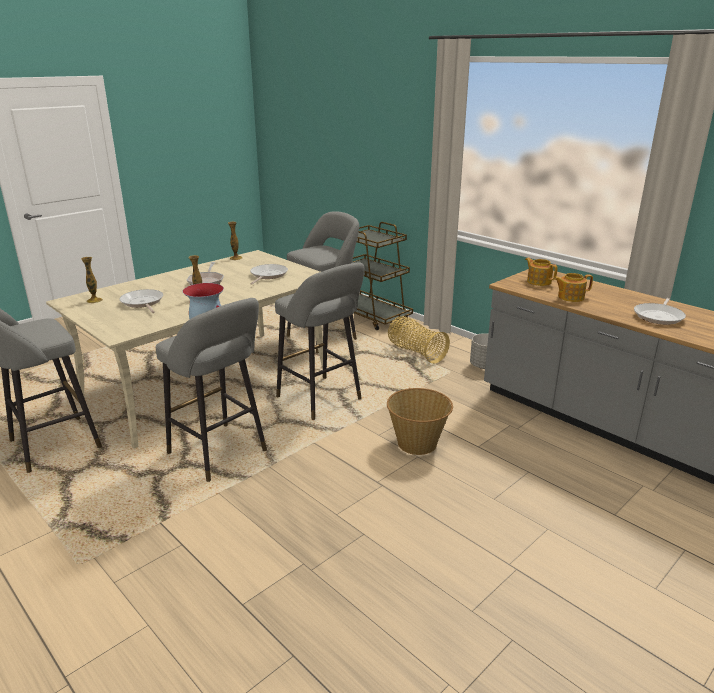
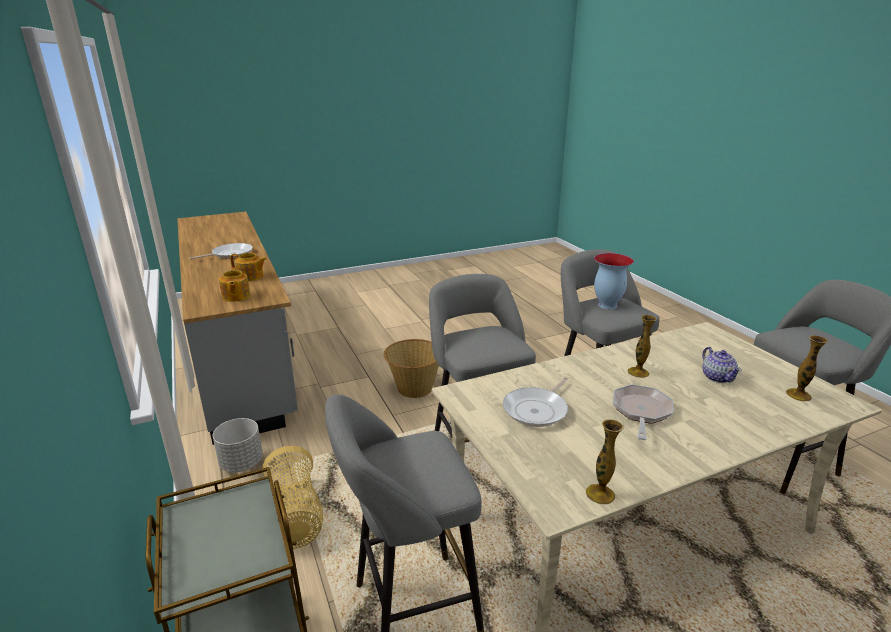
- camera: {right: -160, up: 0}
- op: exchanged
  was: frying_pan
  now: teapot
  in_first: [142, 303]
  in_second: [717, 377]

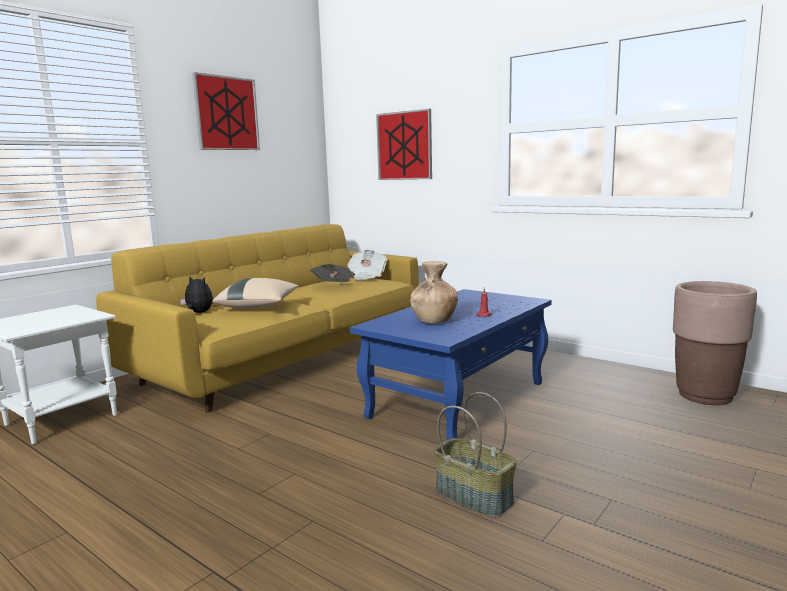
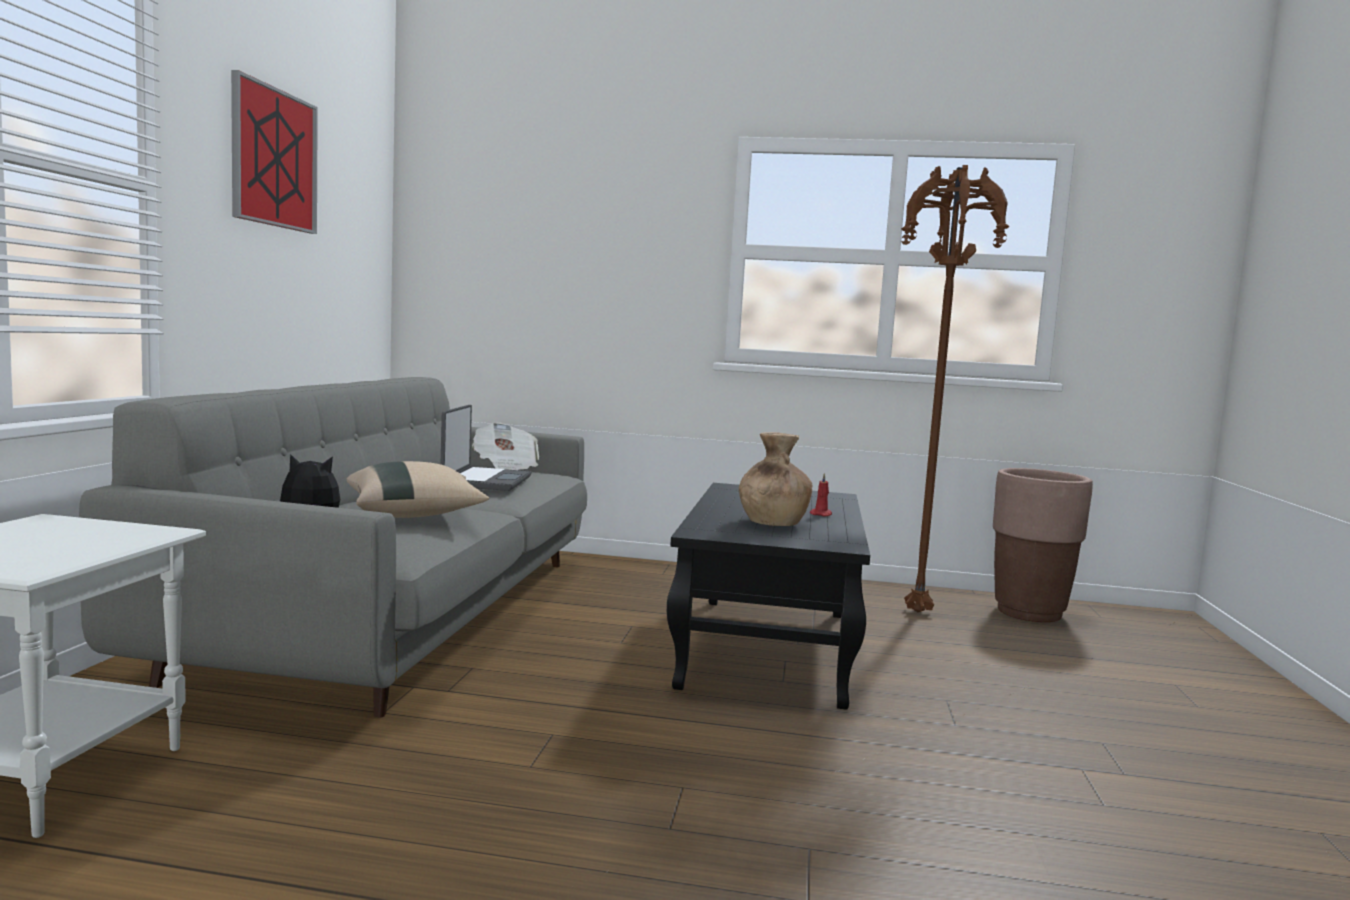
- camera: {right: -30, up: -5}
- op: missing
  was: picture
  in_first: [404, 146]
- op: colour
  was: yellow_sofa
  now: grey_sofa
  in_first: [286, 358]
  in_second: [405, 612]
- op: exchanged
  was: newspaper
  now: laptop
  in_first: [334, 286]
  in_second: [485, 481]
- op: colour
  was: blue_coffee_table
  now: black_coffee_table
  in_first: [459, 399]
  in_second: [767, 646]
- op: missing
  was: basket
  in_first: [475, 497]
- op: appeared
  now: brown_floor_lamp
  in_second: [918, 613]

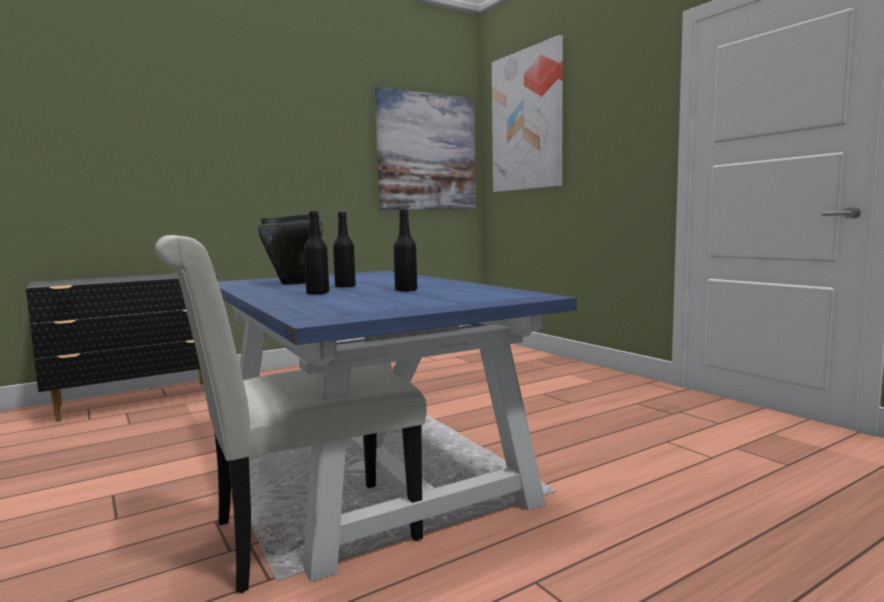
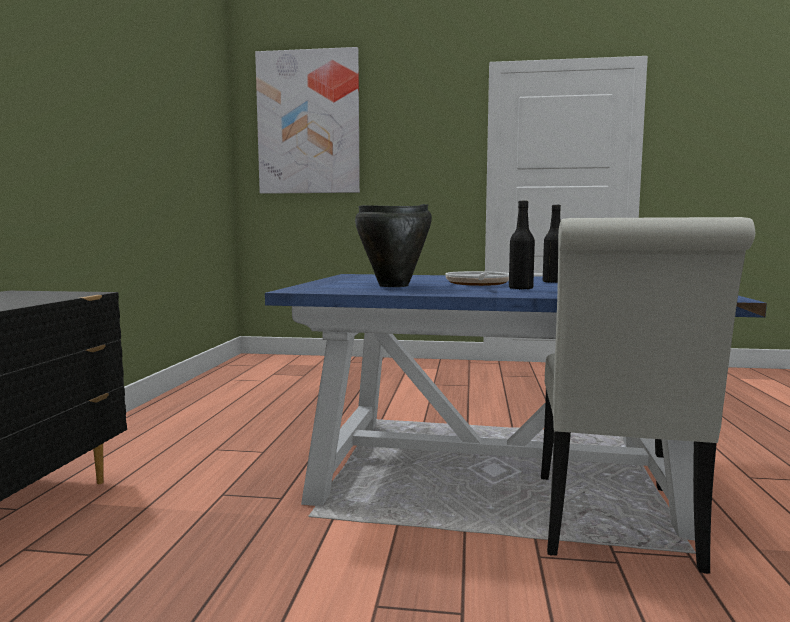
- camera: {right: -50, up: 0}
- op: missing
  was: picture
  in_first: [427, 152]
- op: exchanged
  was: black_bottle
  now: frying_pan
  in_first: [345, 287]
  in_second: [477, 284]

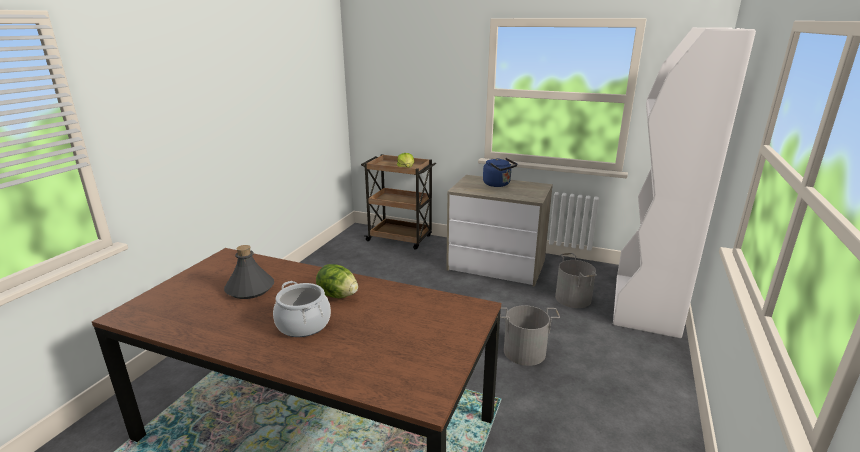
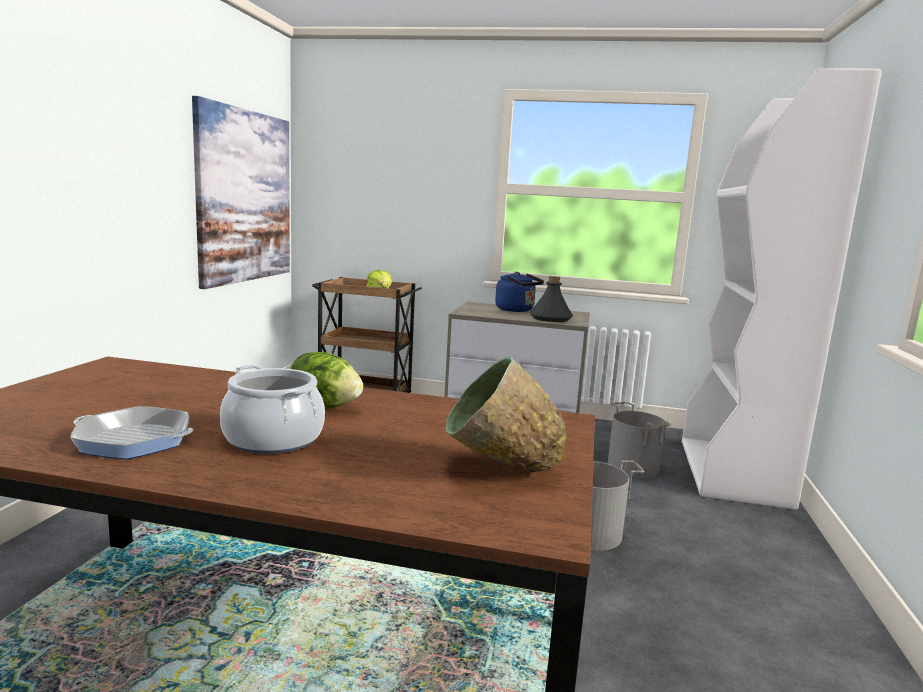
- camera: {right: -10, up: -10}
- op: relocated
  was: grey_bottle
  in_first: [250, 289]
  in_second: [551, 318]
- op: appeared
  now: picture
  in_second: [245, 197]
- op: appeared
  now: green_bowl
  in_second: [498, 473]
- op: appeared
  now: frying_pan
  in_second: [134, 440]

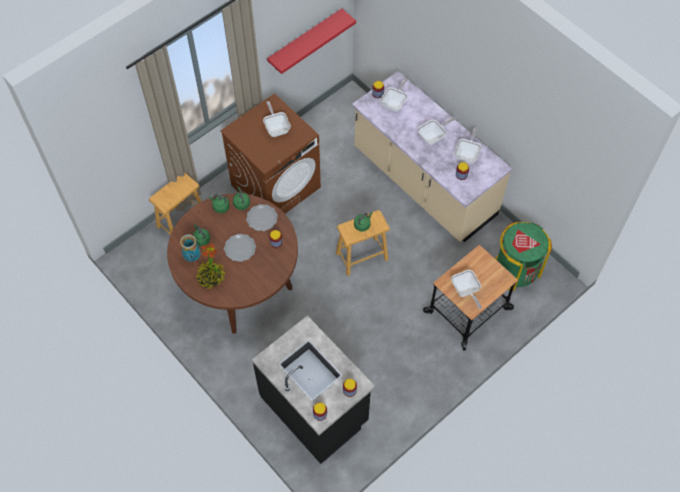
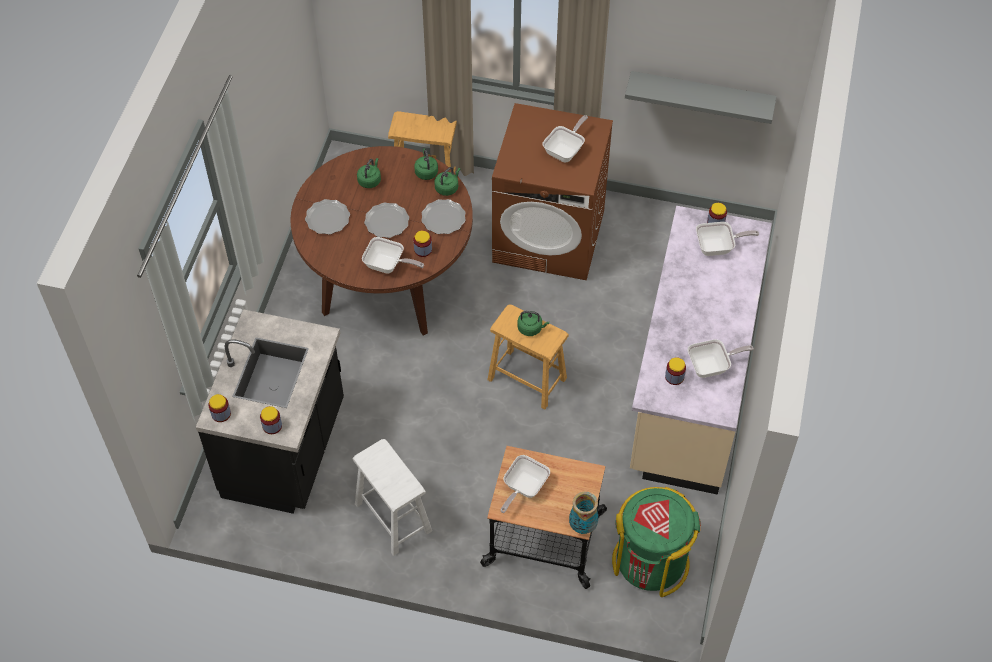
- camera: {right: 55, up: -5}
- op: colour
  was: red_shelf
  now: grey_shelf
  in_first: [305, 40]
  in_second: [701, 95]
- op: relocated
  was: frying_pan
  in_first: [433, 137]
  in_second: [388, 265]
- op: relocated
  was: vase
  in_first: [192, 257]
  in_second: [582, 526]
- op: exchanged
  was: potted_plant
  now: plate
  in_first: [211, 278]
  in_second: [327, 218]
- op: appeared
  now: white_stool
  in_second: [393, 517]

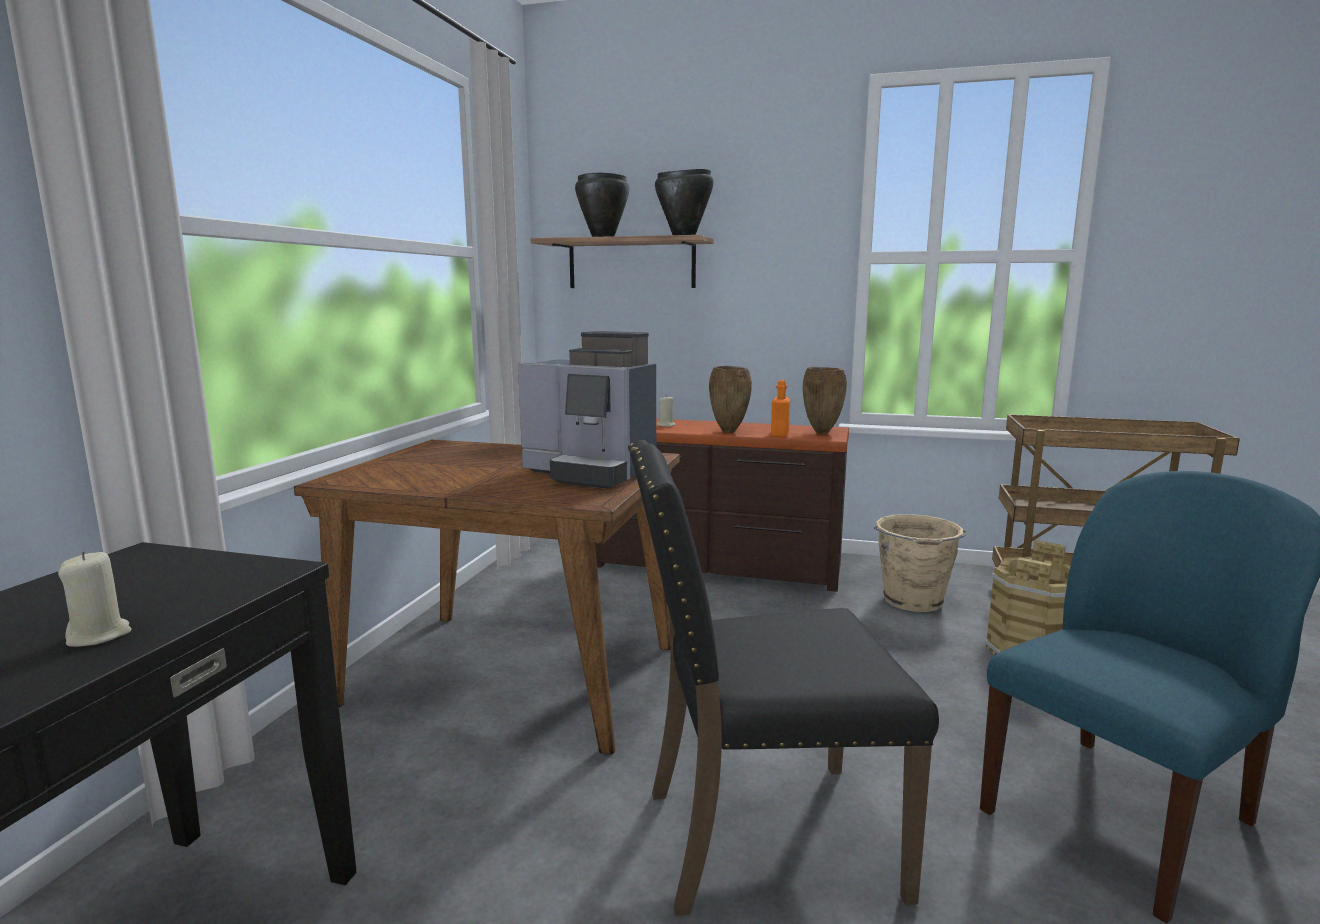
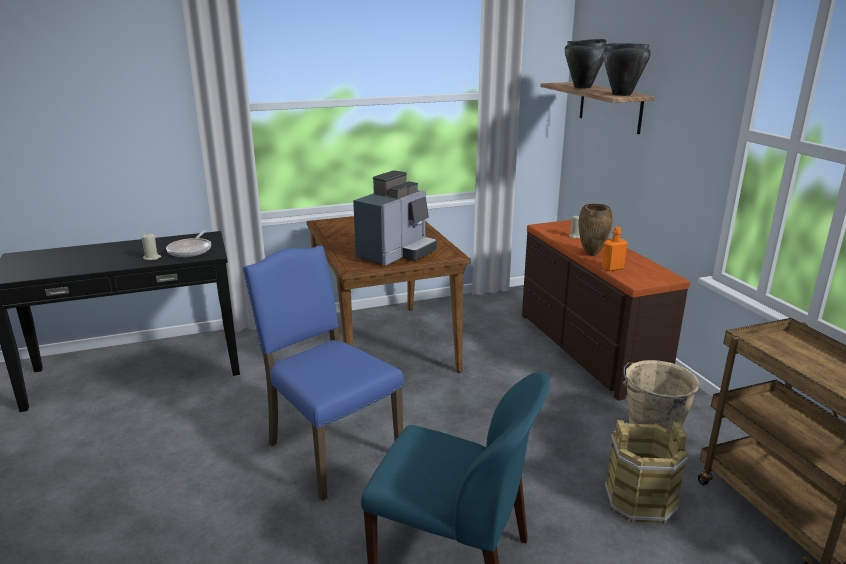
- camera: {right: 55, up: 10}
- op: spun
  was: coffee_machine
  in_first: [591, 473]
  in_second: [397, 254]
  clockwise: -135
- op: missing
  was: brown_vase
  in_first: [822, 433]
- op: colour
  was: black_chair
  now: blue_chair
  in_first: [762, 838]
  in_second: [330, 449]
- op: appeared
  now: frying_pan
  in_second: [191, 250]

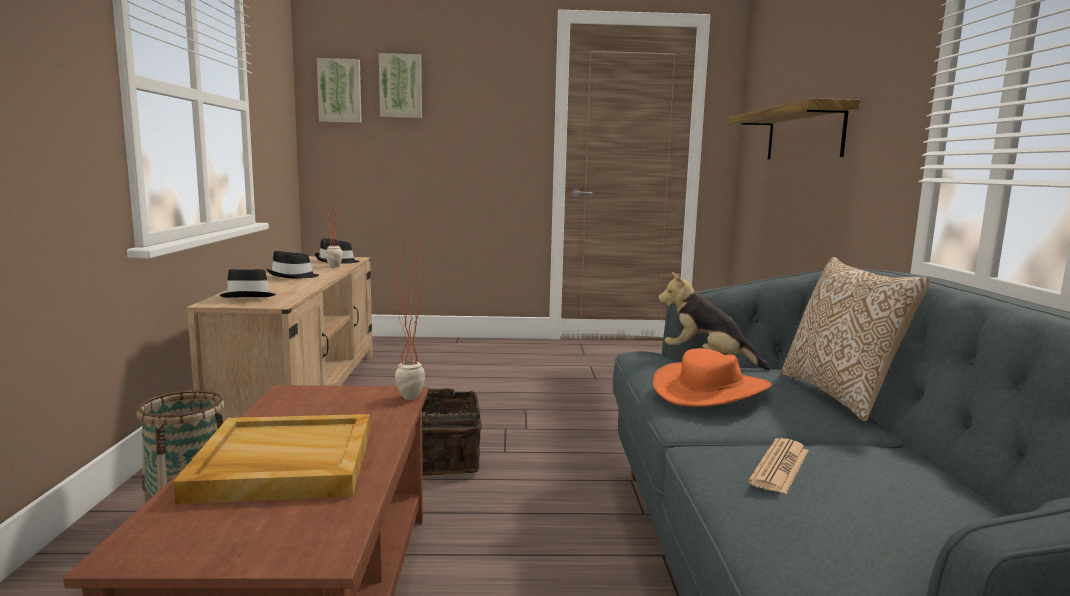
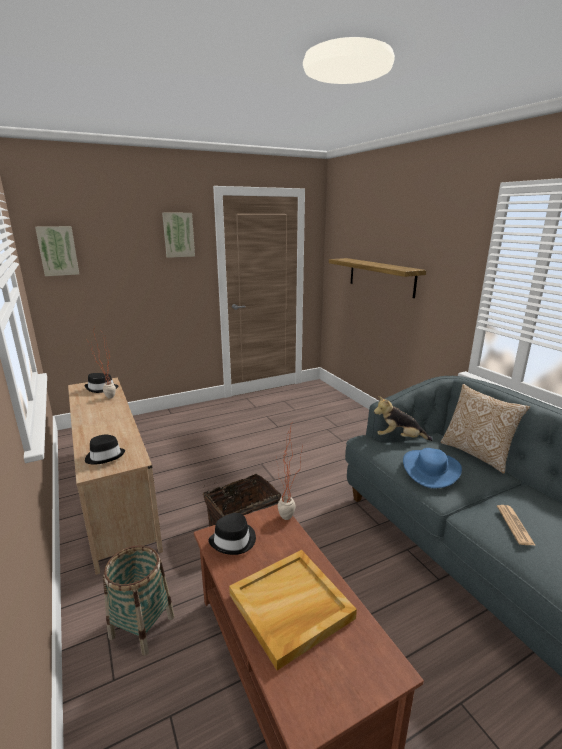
- camera: {right: -25, up: 10}
- op: relocated
  was: picture
  in_first: [401, 86]
  in_second: [178, 235]
- op: relocated
  was: black_hat
  in_first: [293, 276]
  in_second: [234, 540]
- op: colour
  was: orange_hat
  now: blue_hat
  in_first: [711, 390]
  in_second: [431, 469]

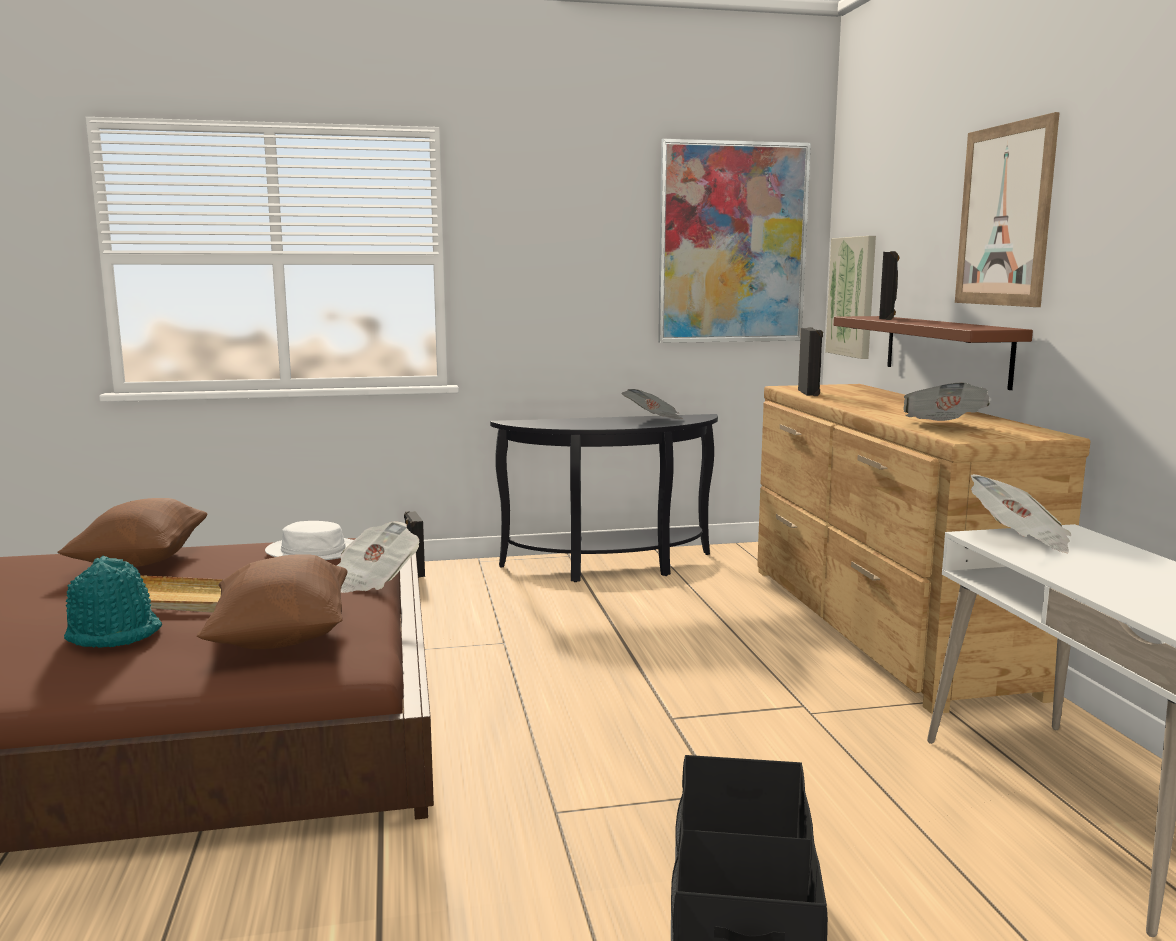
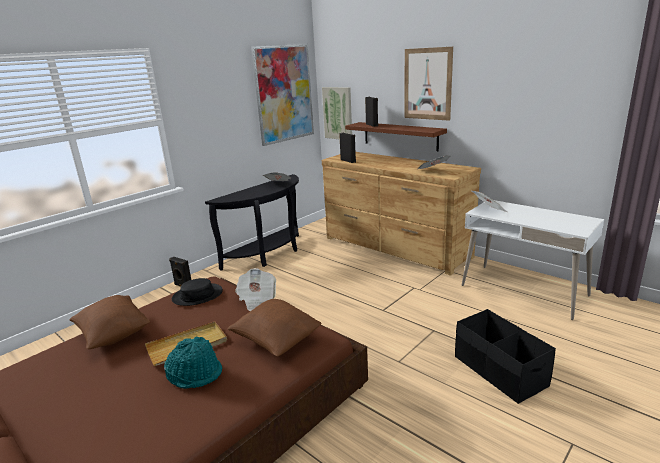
- camera: {right: -35, up: 10}
- op: colour
  was: white_hat
  now: black_hat
  in_first: [313, 551]
  in_second: [197, 295]

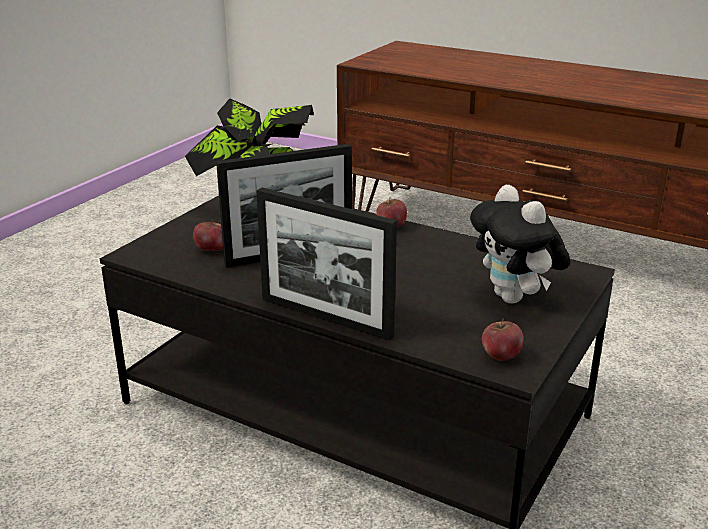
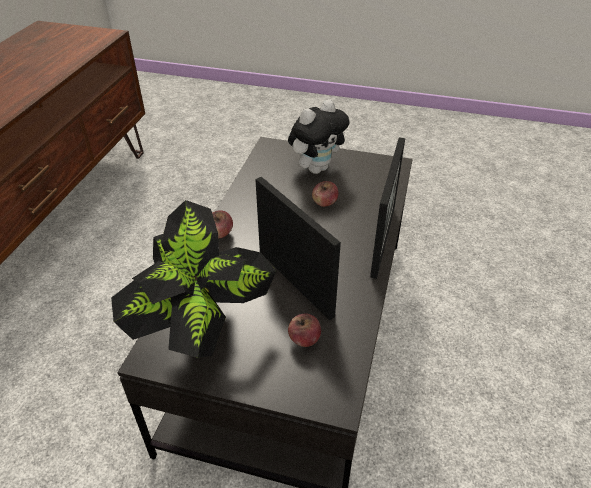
- camera: {right: -105, up: 15}
- op: relocated
  was: apple
  in_first: [501, 355]
  in_second: [324, 203]

